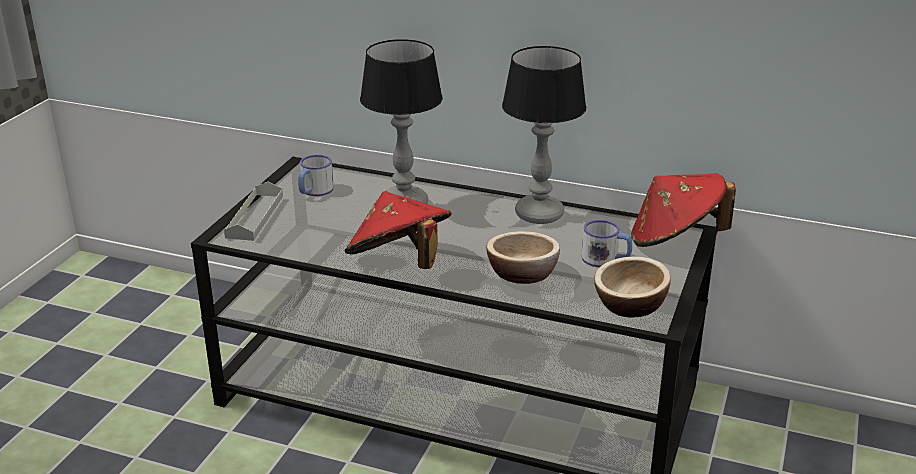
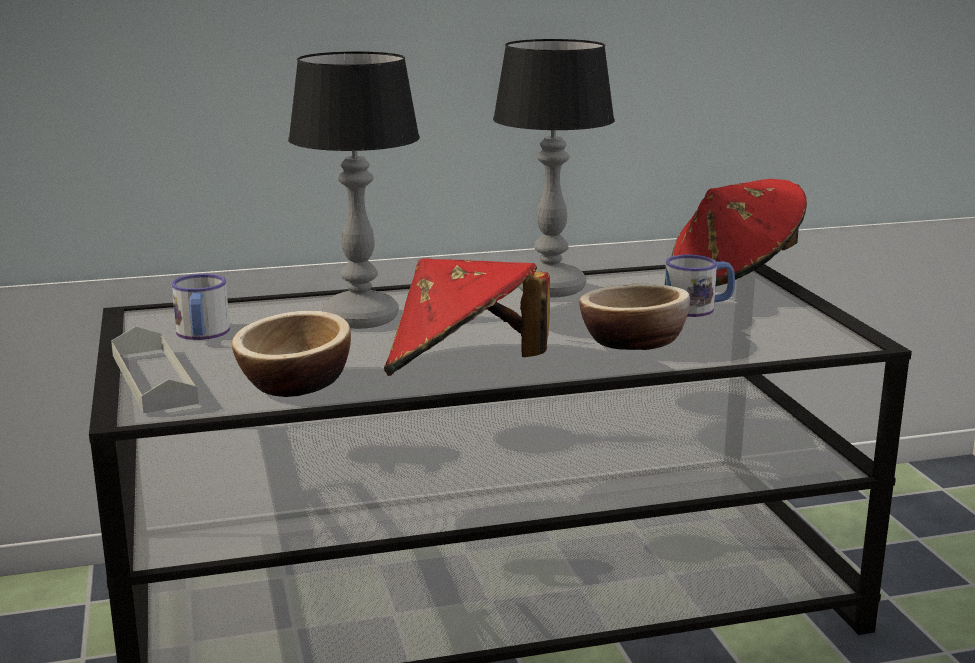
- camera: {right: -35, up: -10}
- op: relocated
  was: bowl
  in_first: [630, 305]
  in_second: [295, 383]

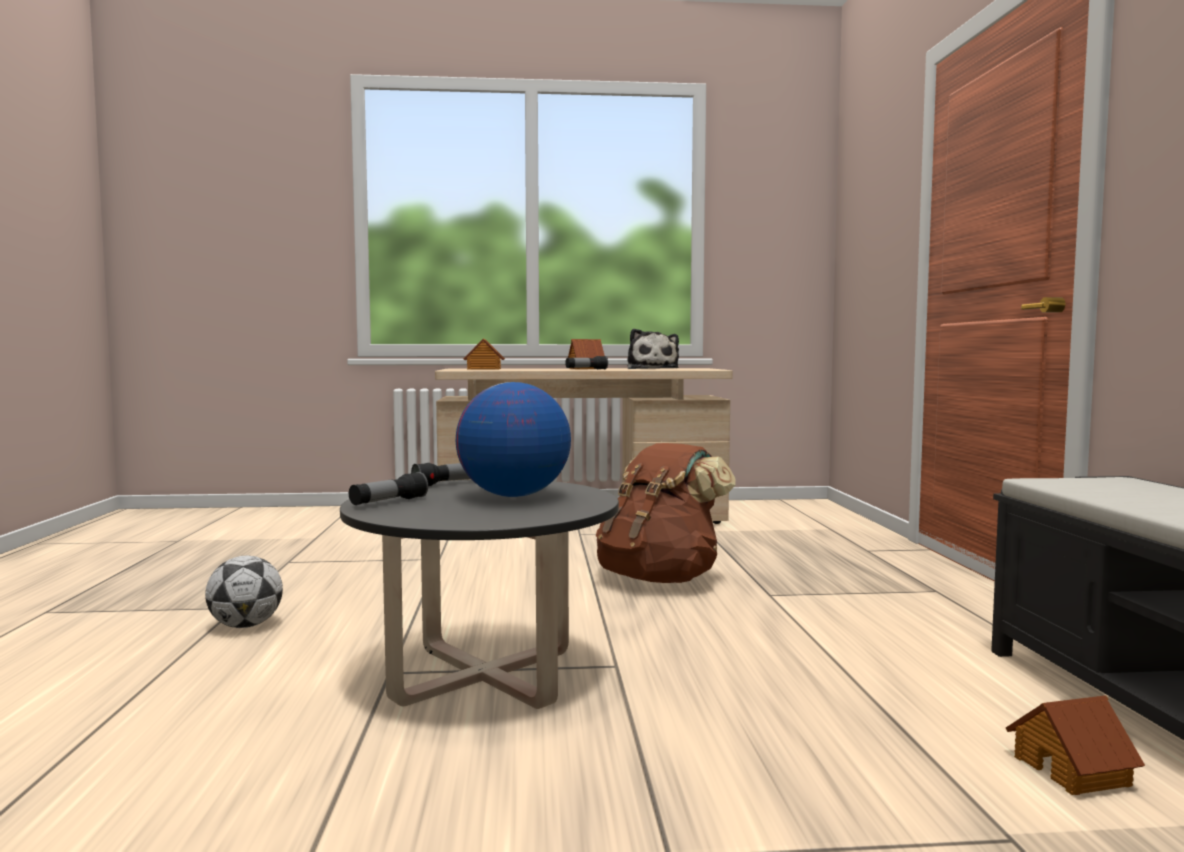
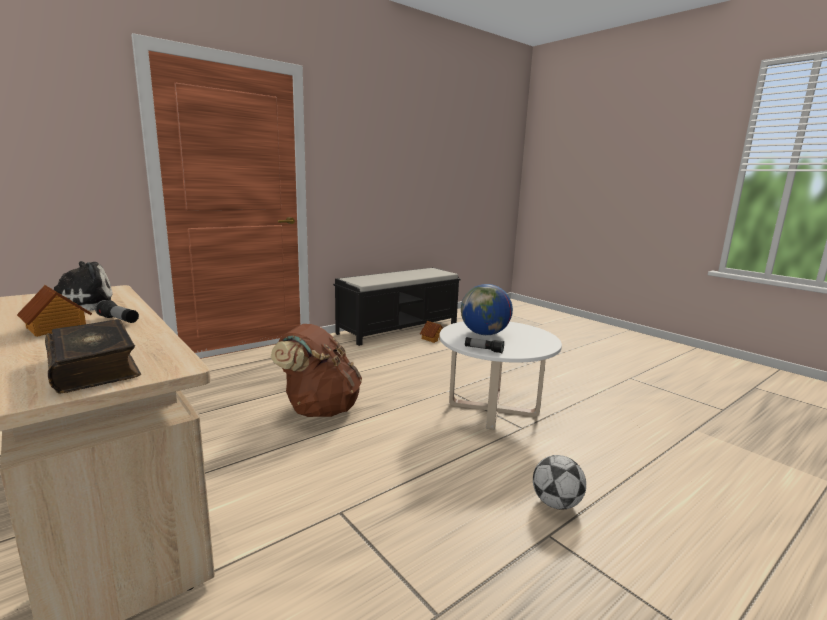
- camera: {right: -125, up: 10}
- op: exchanged
  was: toy_house
  now: book
  in_first: [484, 369]
  in_second: [95, 367]
- op: missing
  was: flashlight
  in_first: [388, 502]
- op: colour
  was: black_coffee_table
  now: white_coffee_table
  in_first: [484, 675]
  in_second: [493, 409]

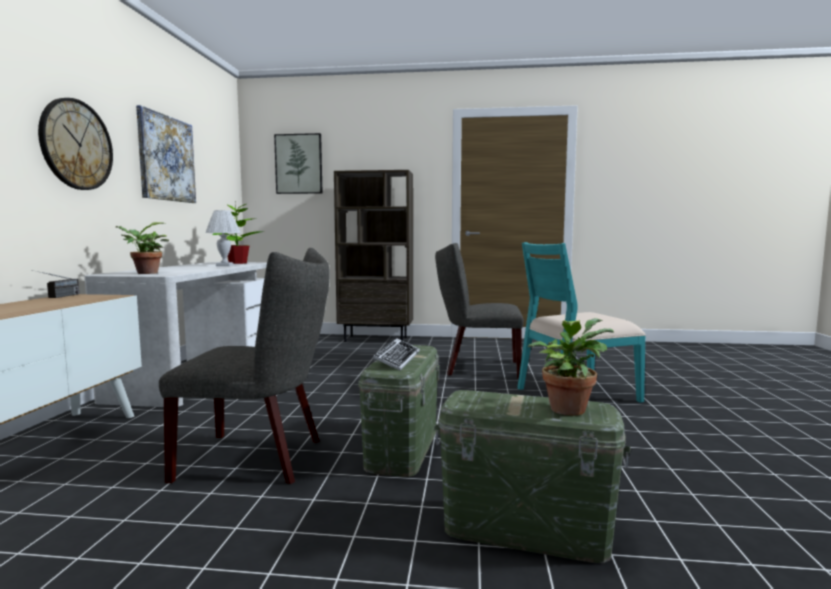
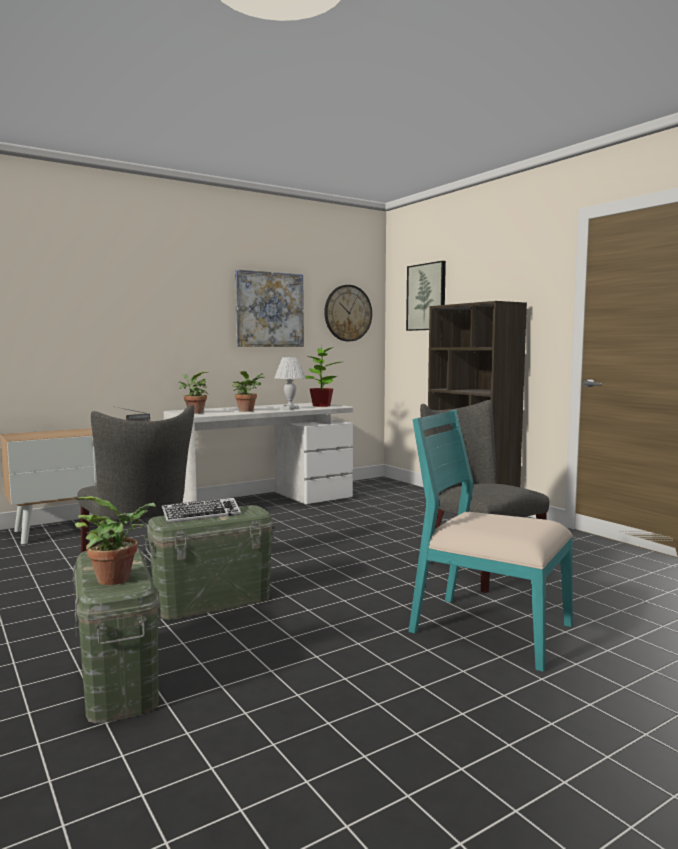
- camera: {right: 50, up: 0}
- op: relocated
  was: wall_clock
  in_first: [76, 145]
  in_second: [347, 313]
- op: appeared
  now: potted_plant
  in_second: [247, 410]

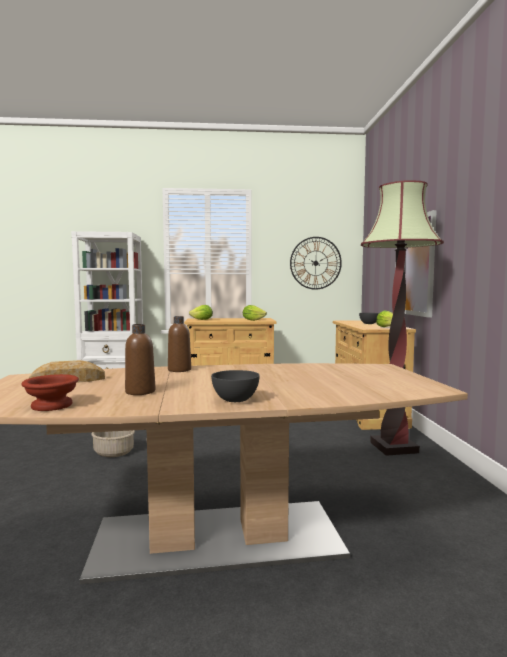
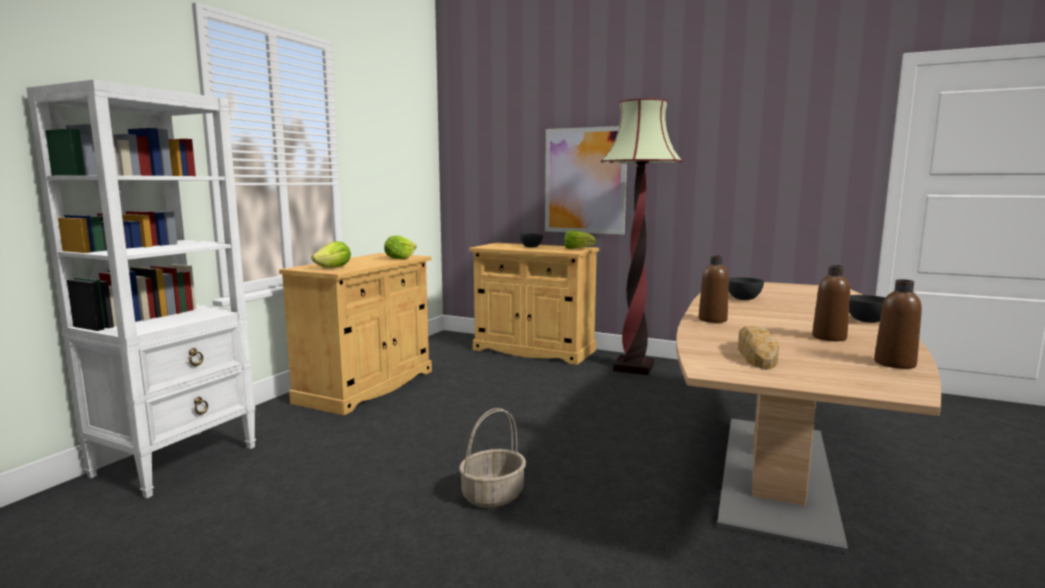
- camera: {right: -60, up: 5}
- op: missing
  was: wall_clock
  in_first: [315, 263]
- op: exchanged
  was: brown_bowl
  now: brown_bottle
  in_first: [51, 406]
  in_second: [894, 364]
- op: appeared
  now: grey_bowl
  in_second: [743, 299]

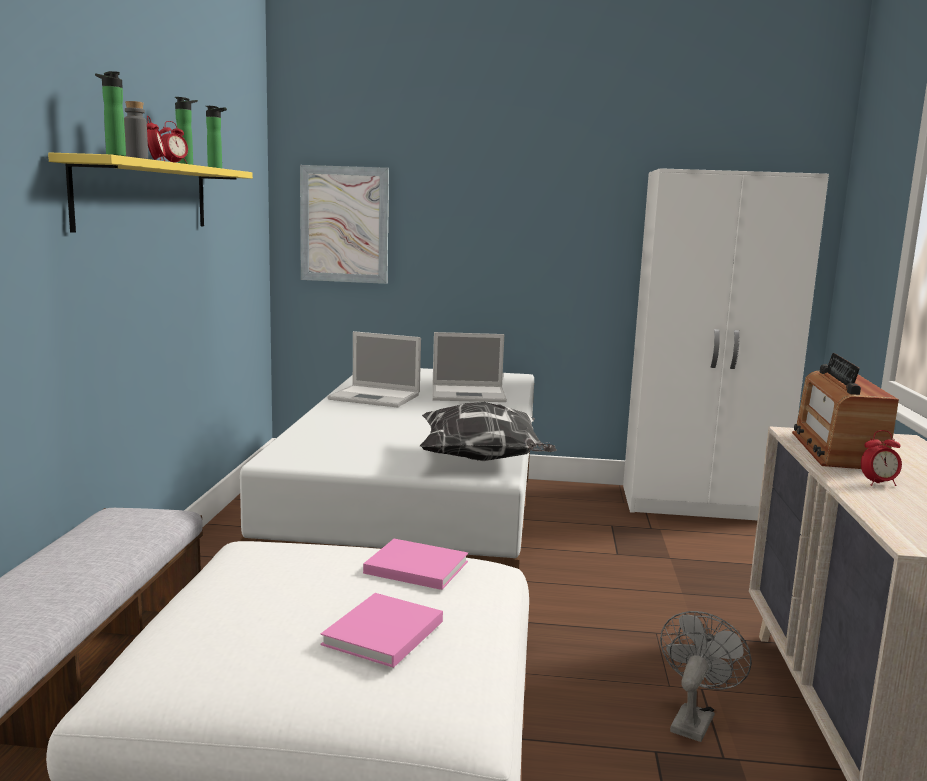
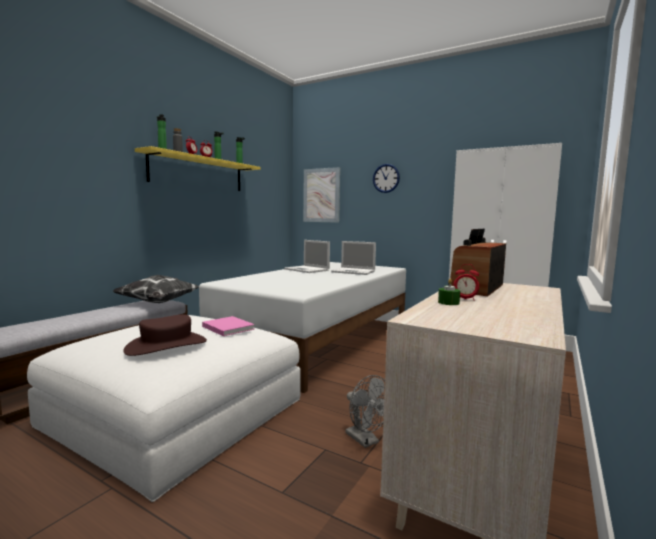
- camera: {right: 25, up: -5}
- op: relocated
  was: pillow
  in_first: [483, 461]
  in_second: [158, 303]
- op: exchanged
  was: pink_book
  now: brown_hat
  in_first: [381, 634]
  in_second: [166, 345]
- op: spun
  was: grey_fan
  in_first: [693, 719]
  in_second: [365, 440]
  clockwise: 90
- op: appeared
  now: wall_clock
  in_second: [386, 178]
- op: appeared
  now: green_candle
  in_second: [448, 303]

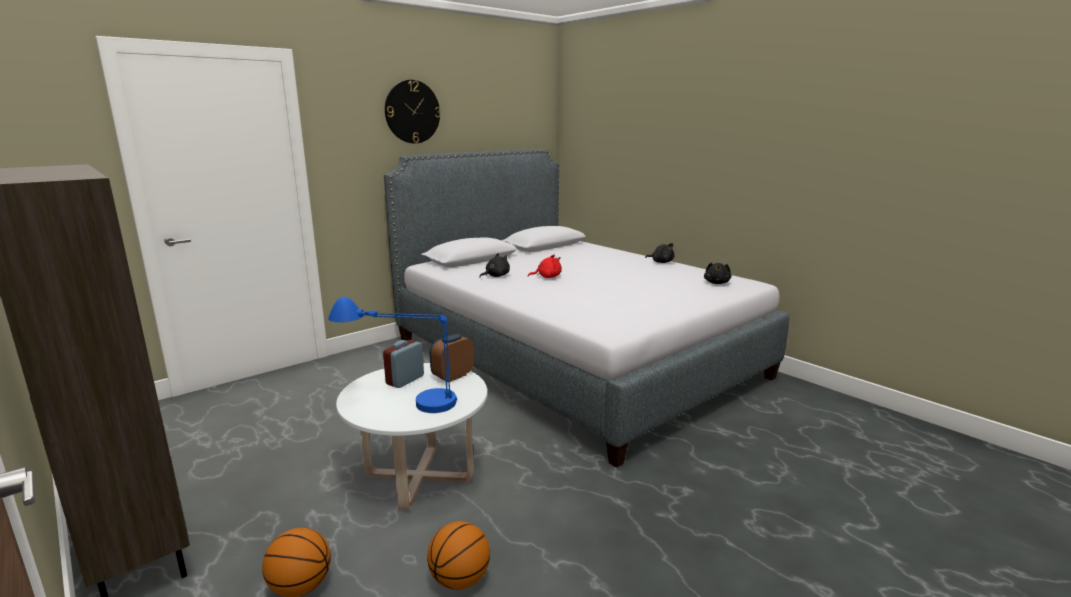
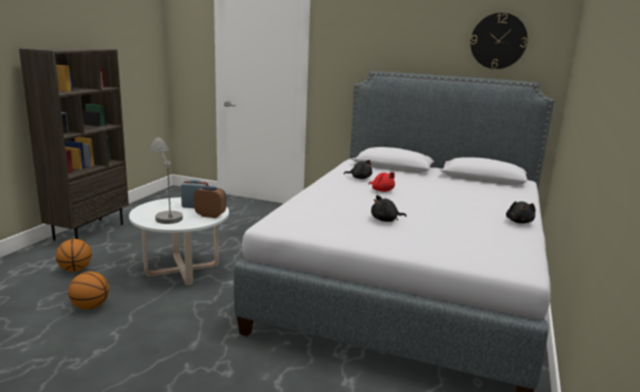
- camera: {right: 60, up: 0}
- op: relocated
  was: wall_clock
  in_first: [412, 112]
  in_second: [498, 41]
- op: relocated
  was: black_plush_toy
  in_first: [717, 283]
  in_second: [385, 220]
- op: colour
  was: blue_table_lamp
  now: grey_table_lamp
  in_first: [401, 401]
  in_second: [165, 211]

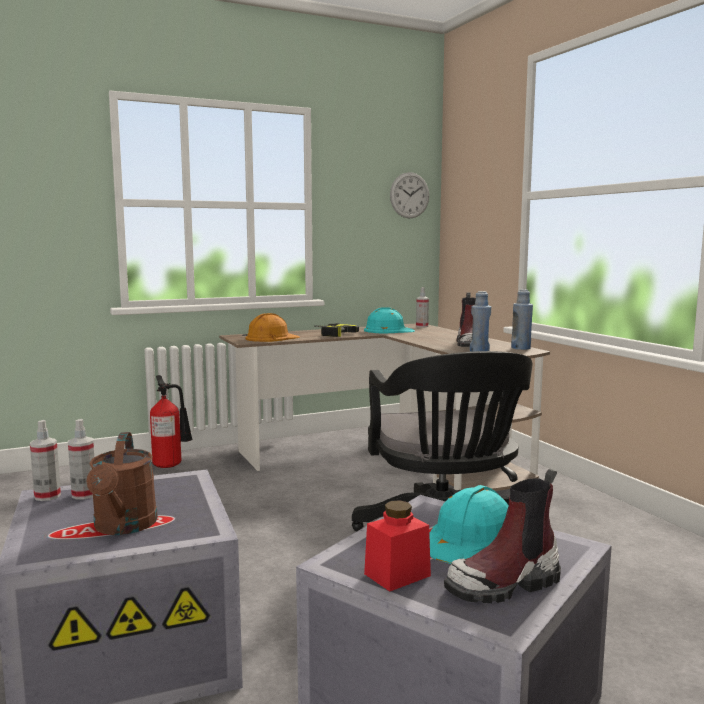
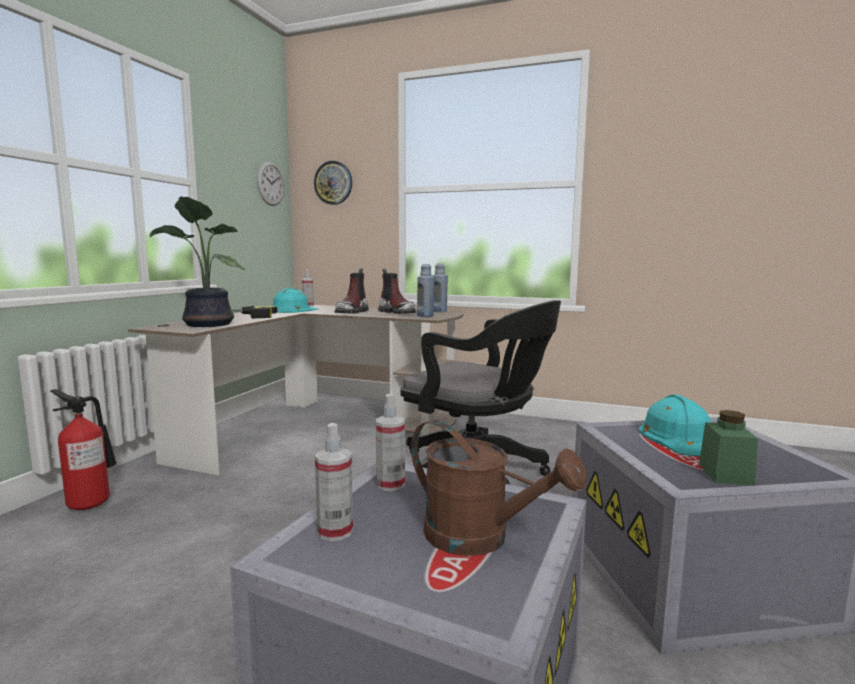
- camera: {right: -45, up: 0}
- op: exchanged
  was: orange_hard_hat
  now: potted_plant
  in_first: [271, 338]
  in_second: [205, 324]
- op: relocated
  was: spray_bottle
  in_first: [47, 496]
  in_second: [390, 484]
- op: relocated
  was: boot
  in_first: [505, 584]
  in_second: [352, 312]
- op: colour
  was: red_jar
  now: green_jar
  in_first: [397, 575]
  in_second: [725, 474]
- op: appeared
  now: wall_clock
  in_second: [333, 183]

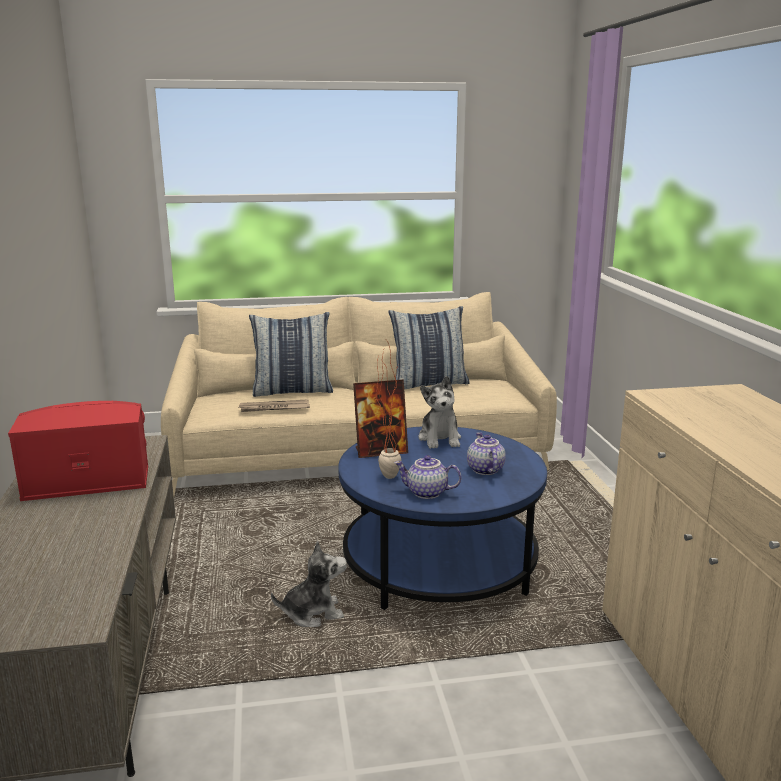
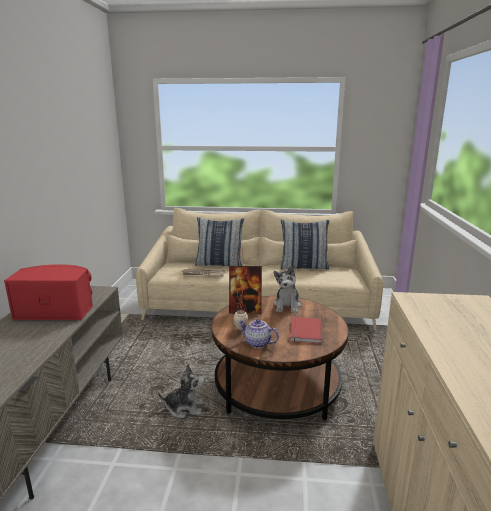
- camera: {right: 15, up: 0}
- op: colour
  was: blue_coffee_table
  now: brown_coffee_table
  in_first: [439, 563]
  in_second: [277, 386]
- op: exchanged
  was: teapot
  now: red_book
  in_first: [484, 469]
  in_second: [304, 331]

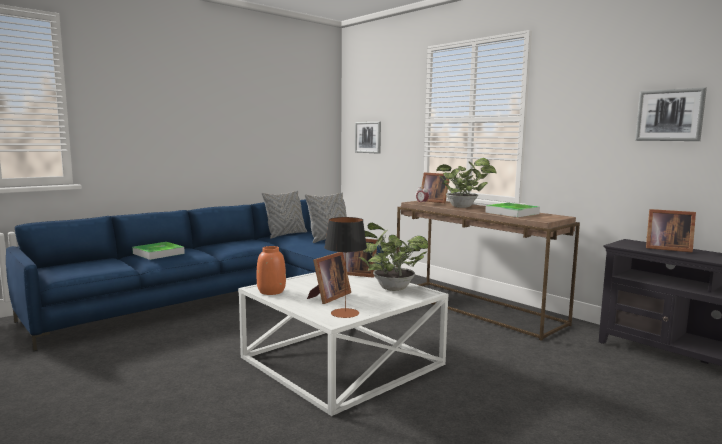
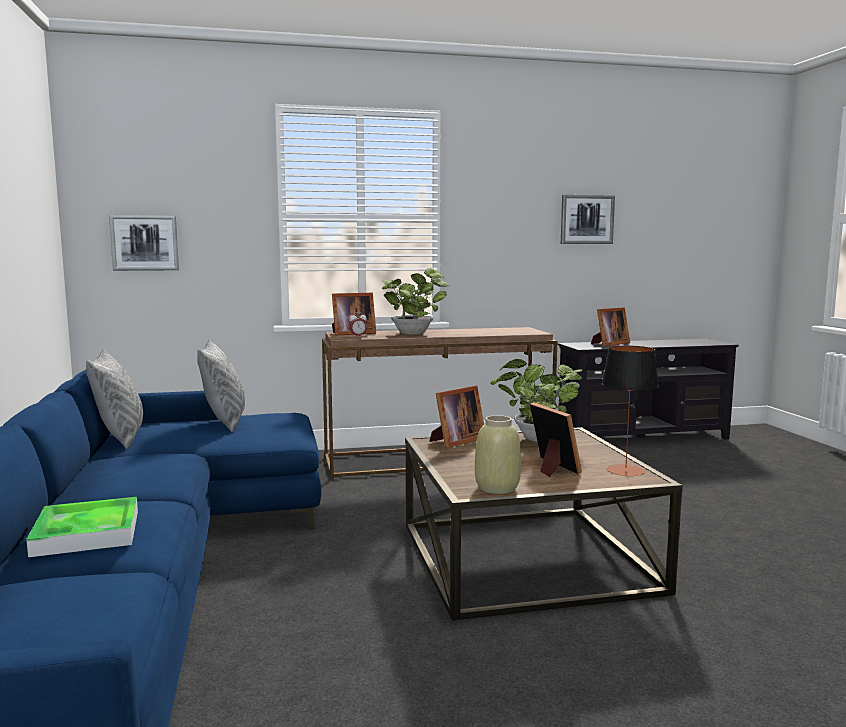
- camera: {right: -60, up: 0}
- op: missing
  was: tray
  in_first: [512, 213]
- op: colour
  was: orange_vase
  now: beige_vase
  in_first: [271, 291]
  in_second: [497, 488]
- op: colour
  was: white_coffee_table
  now: brown_coffee_table
  in_first: [341, 360]
  in_second: [524, 557]

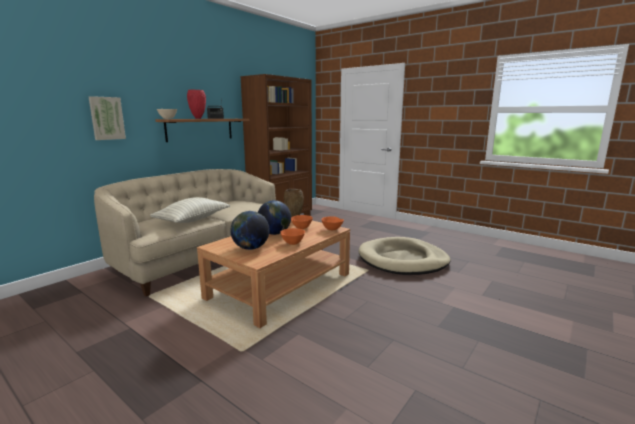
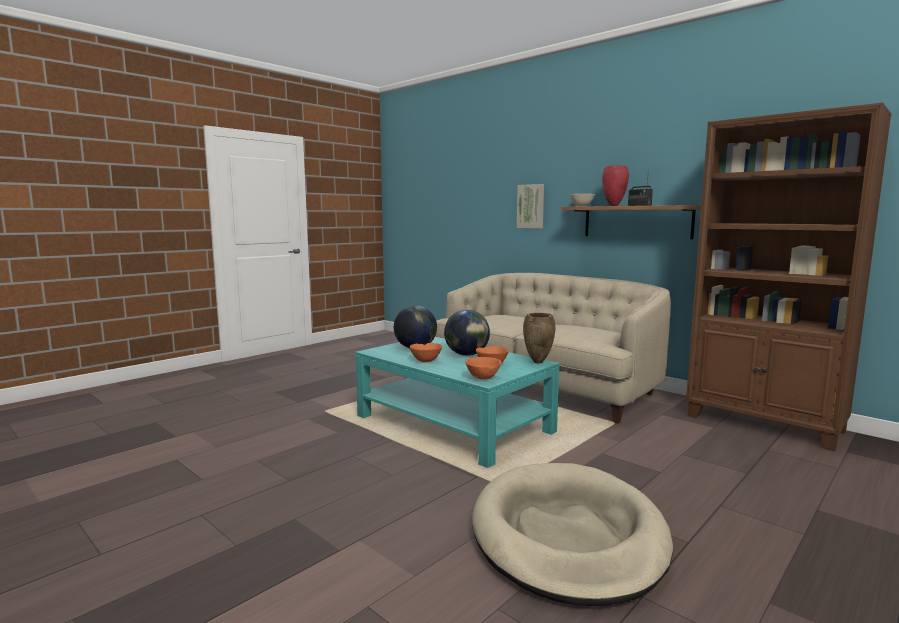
- camera: {right: 95, up: -5}
- op: missing
  was: pillow
  in_first: [193, 220]
- op: colour
  was: brown_coffee_table
  now: turquoise_coffee_table
  in_first: [281, 285]
  in_second: [454, 424]

